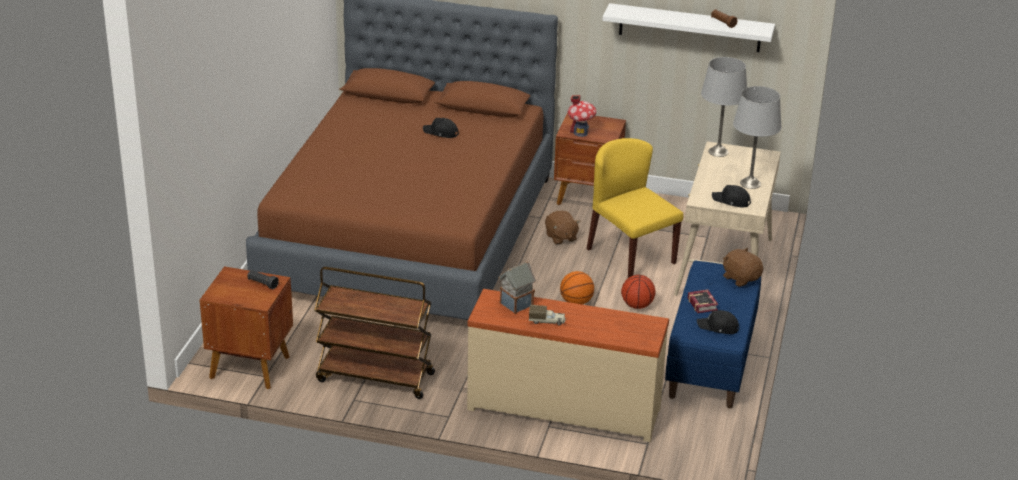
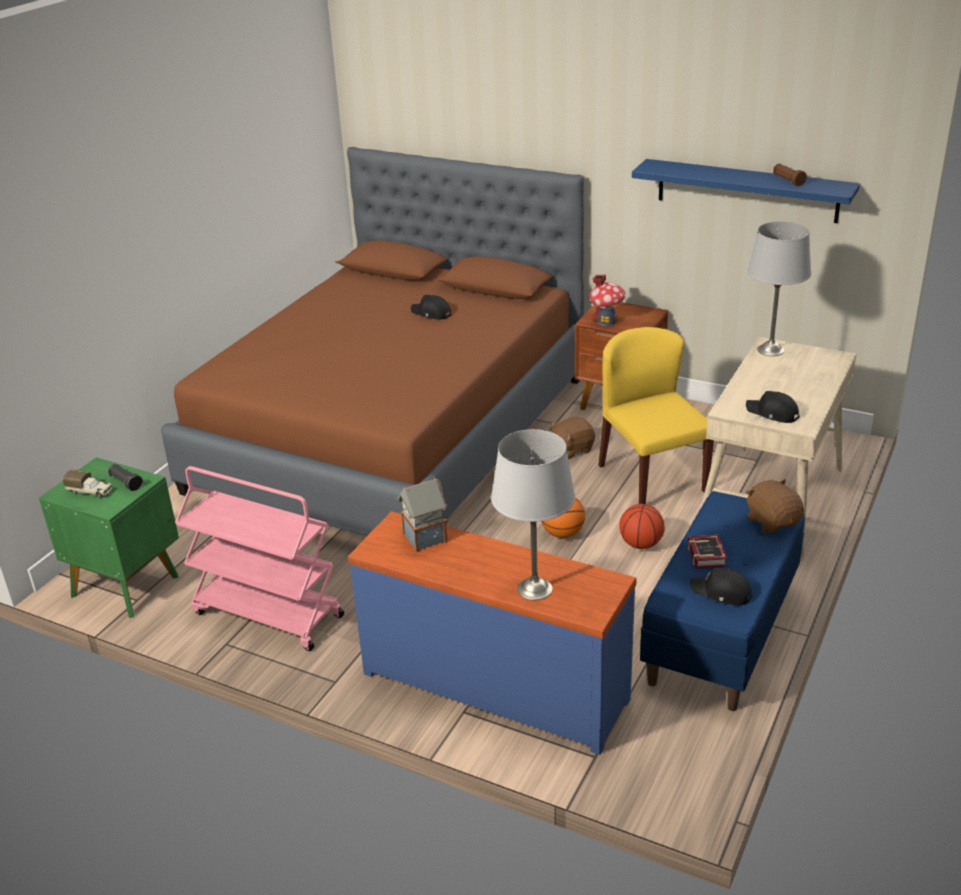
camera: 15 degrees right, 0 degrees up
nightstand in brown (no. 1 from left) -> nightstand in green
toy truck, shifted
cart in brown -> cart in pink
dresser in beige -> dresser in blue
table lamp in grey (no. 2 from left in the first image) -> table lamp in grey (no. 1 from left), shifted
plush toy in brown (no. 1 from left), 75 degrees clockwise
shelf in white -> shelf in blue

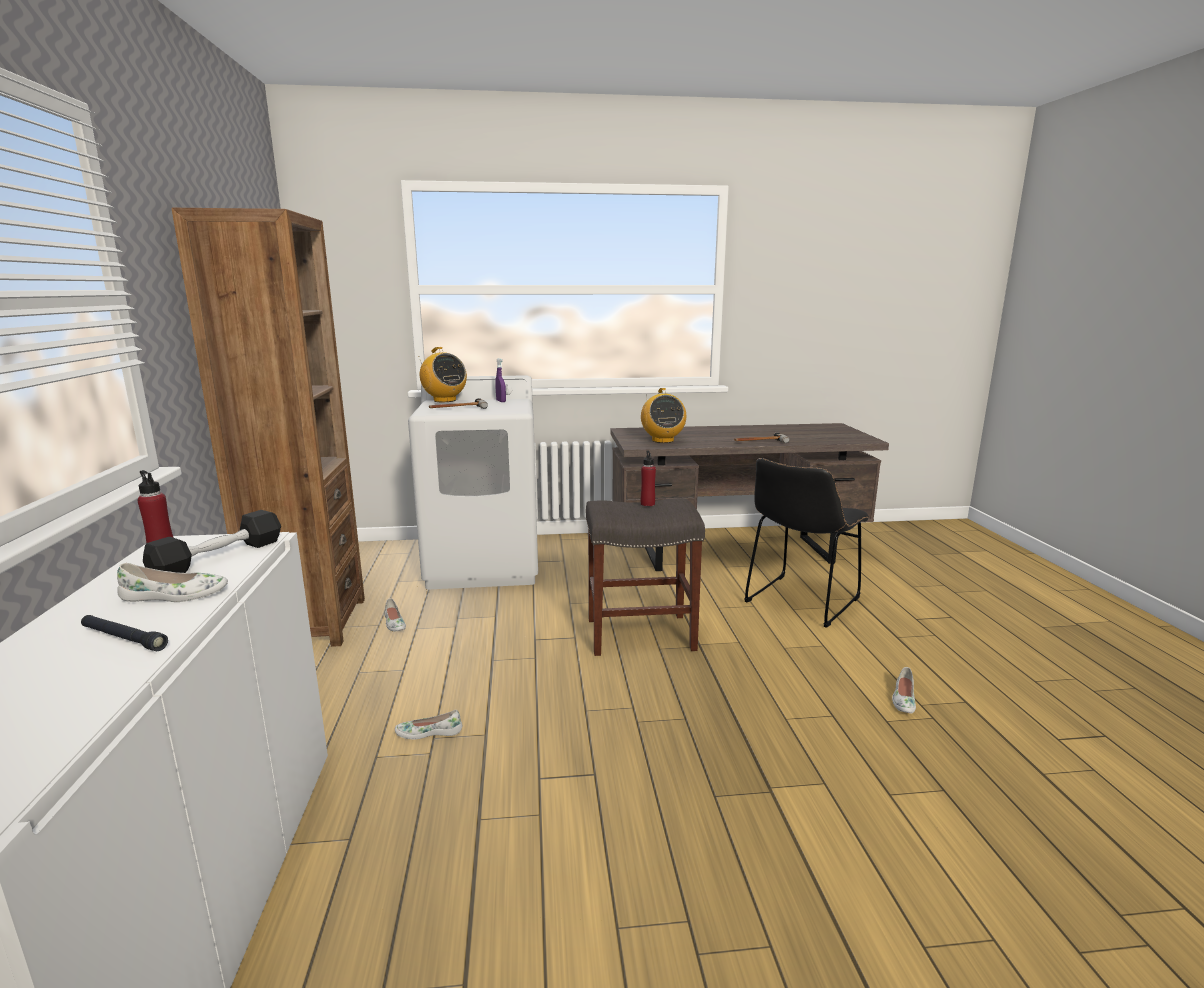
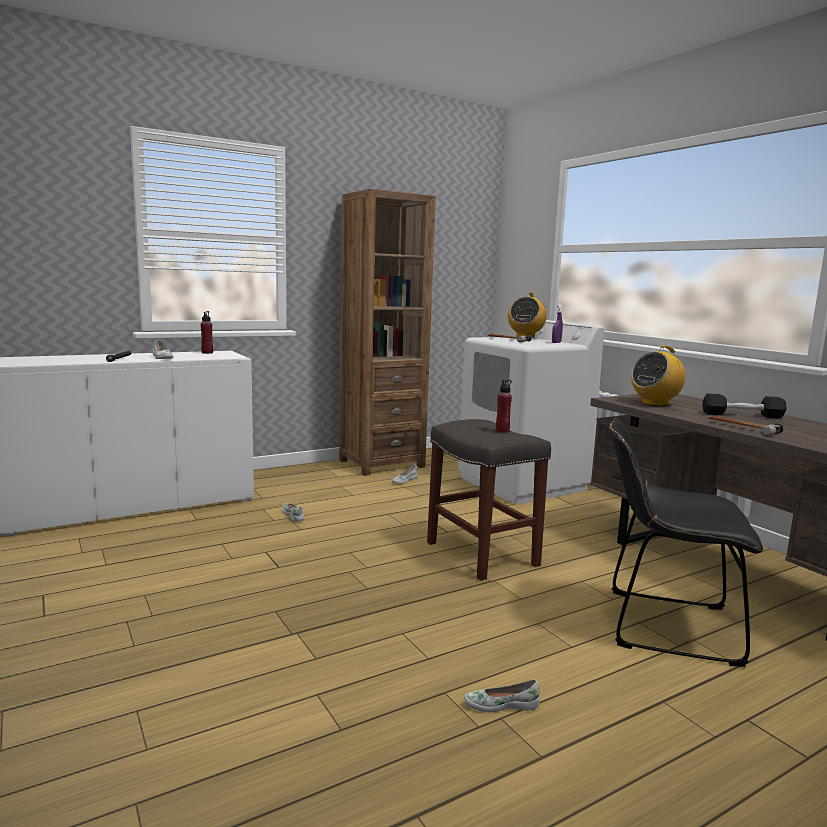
camera: 65 degrees right, 5 degrees down
dumbbell in black, shifted

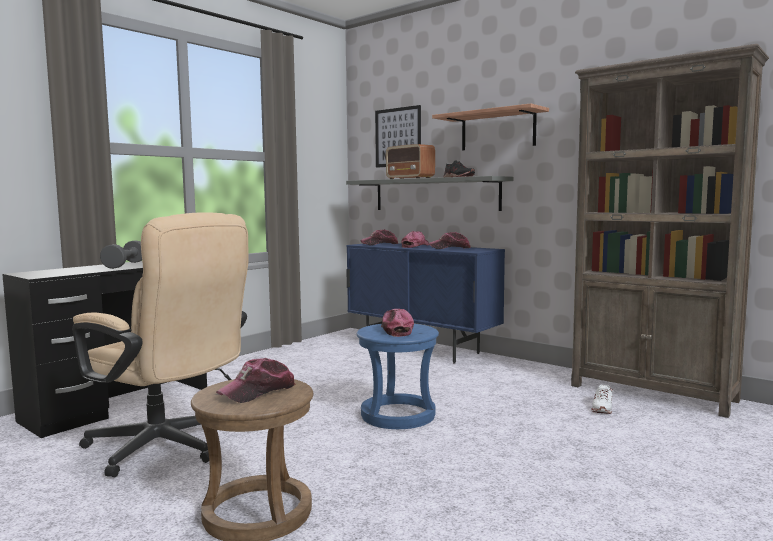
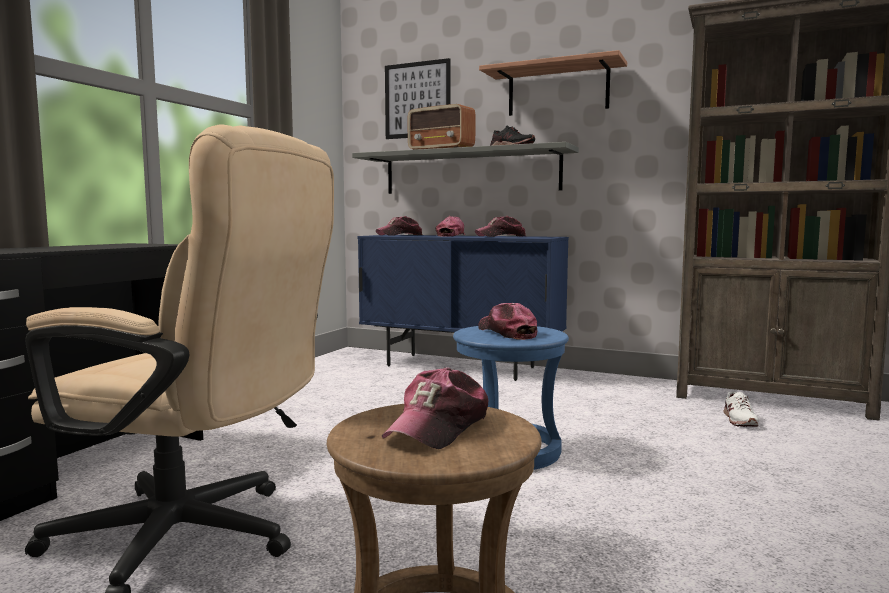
camera: 15 degrees left, 0 degrees up
dumbbell in grey -> none

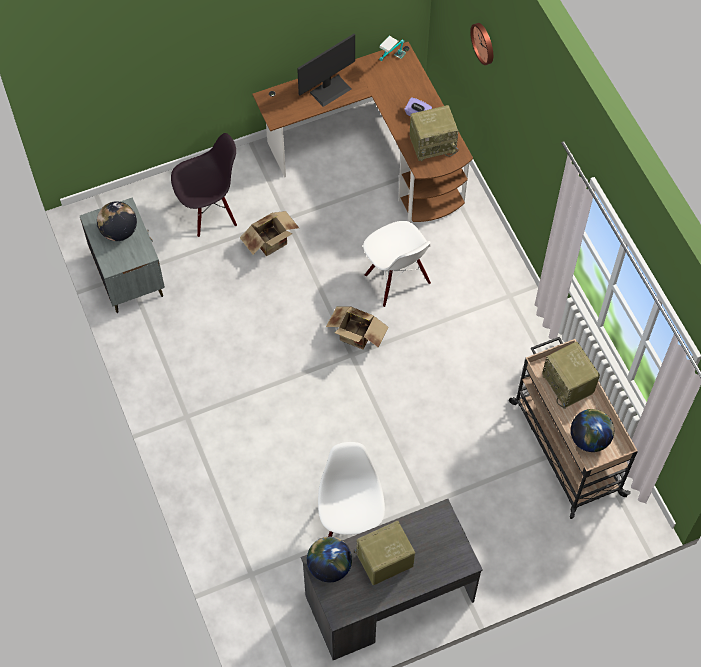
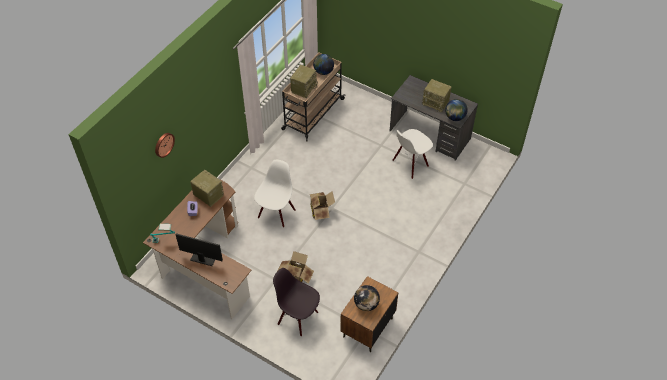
camera: 125 degrees left, 10 degrees down
nightstand in grey -> nightstand in brown

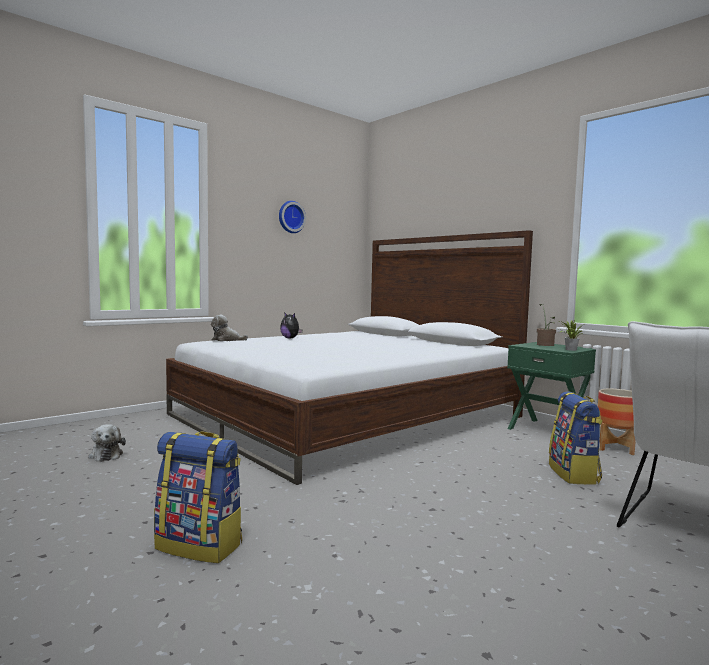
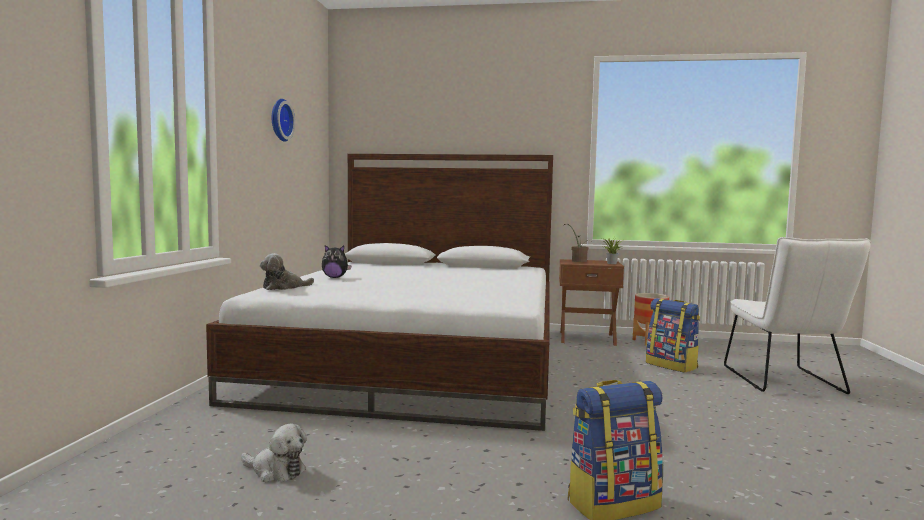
camera: 40 degrees left, 0 degrees up
nightstand in green -> nightstand in brown

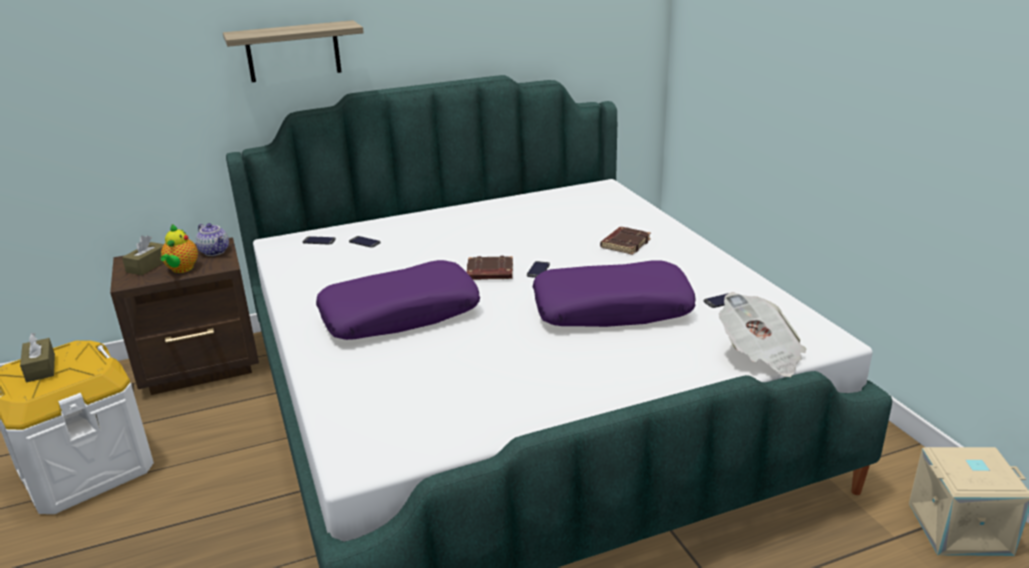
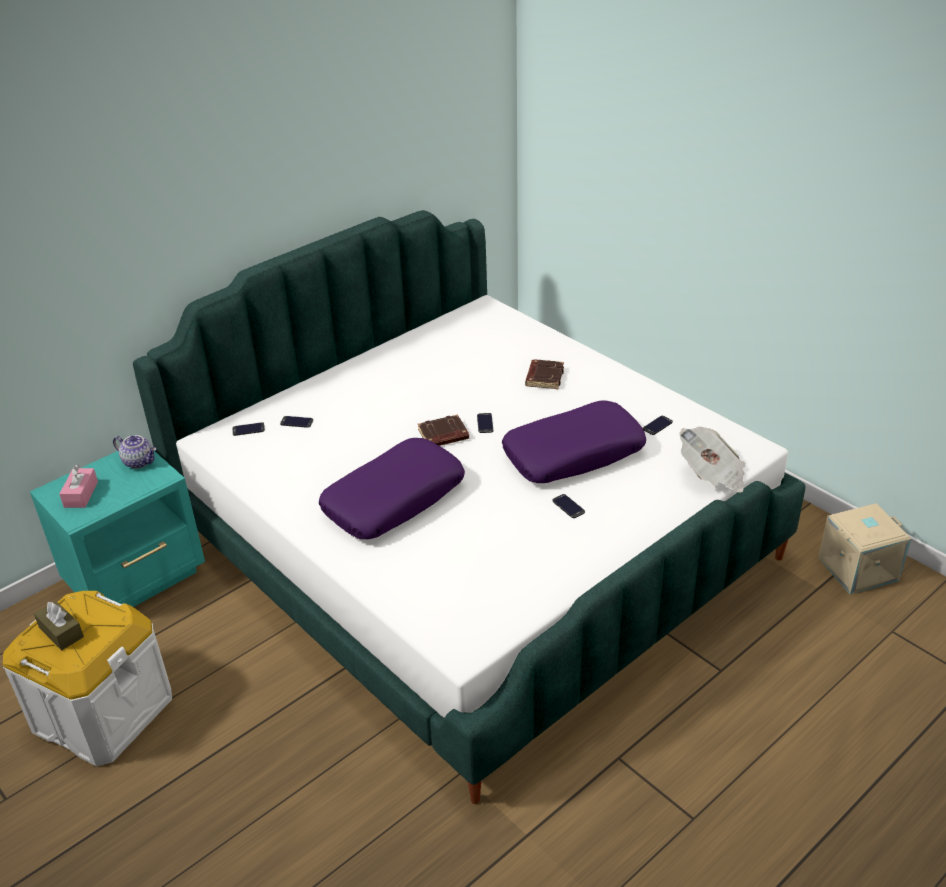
camera: 20 degrees left, 10 degrees up
nightstand in brown -> nightstand in turquoise
tissue box in brown (no. 2 from left) -> tissue box in pink
none -> phone (no. 4 from left)
teapot (no. 1 from left) -> none
shelf -> none

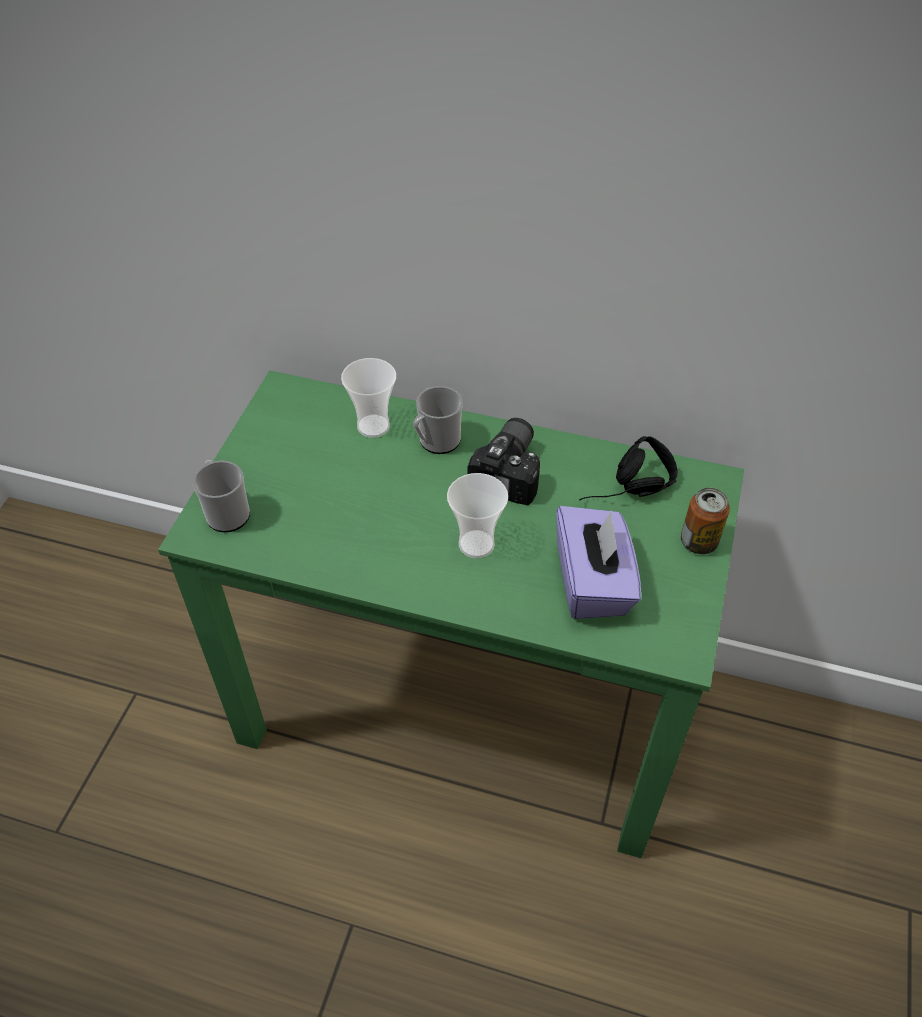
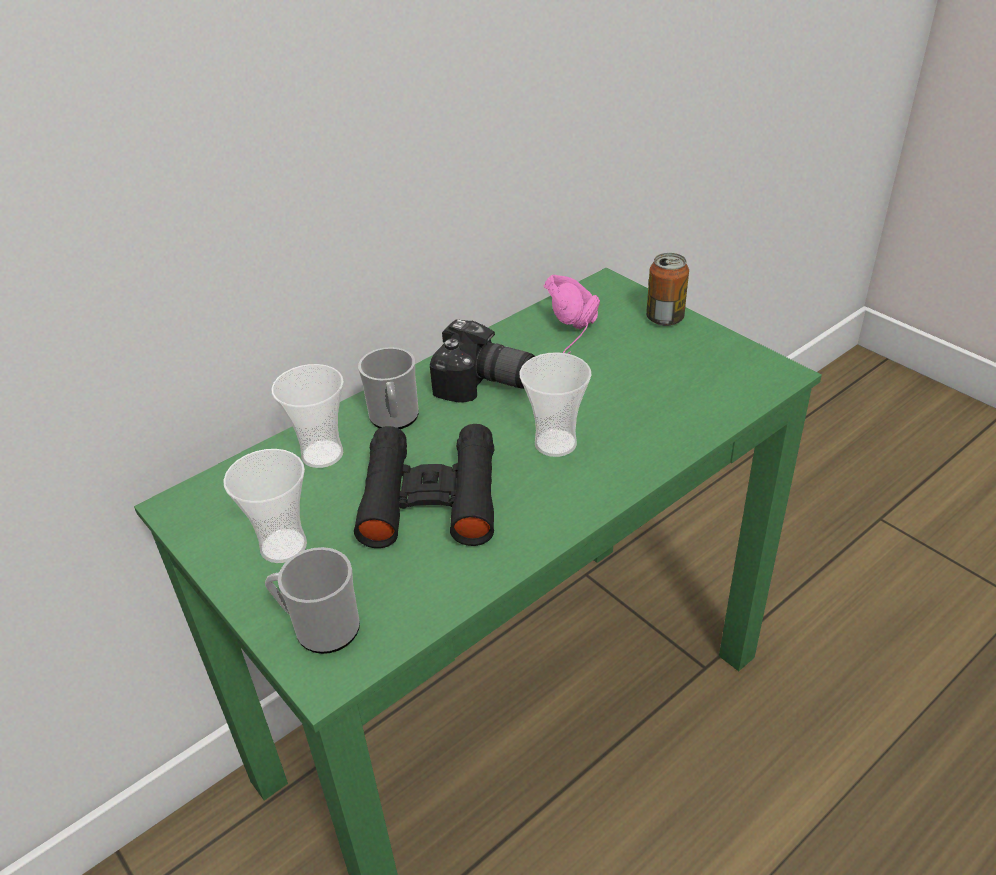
camera: 55 degrees left, 10 degrees down
none -> cup (no. 1 from left)
none -> binoculars in black
photo camera, 150 degrees clockwise
headphones in black -> headphones in pink
tissue box in purple -> none

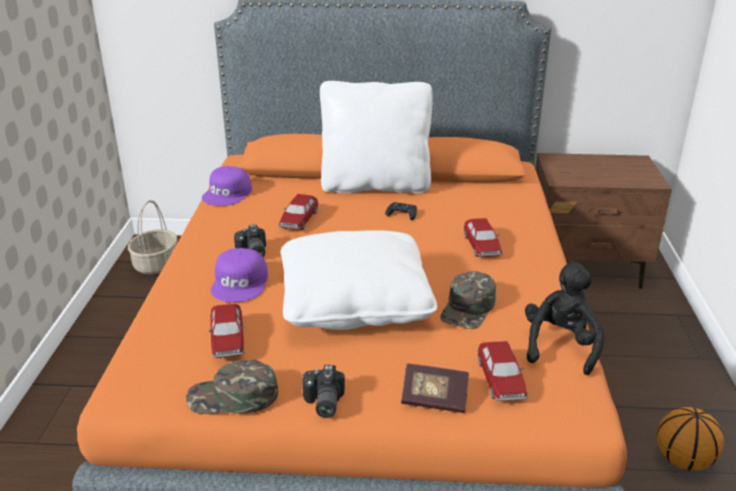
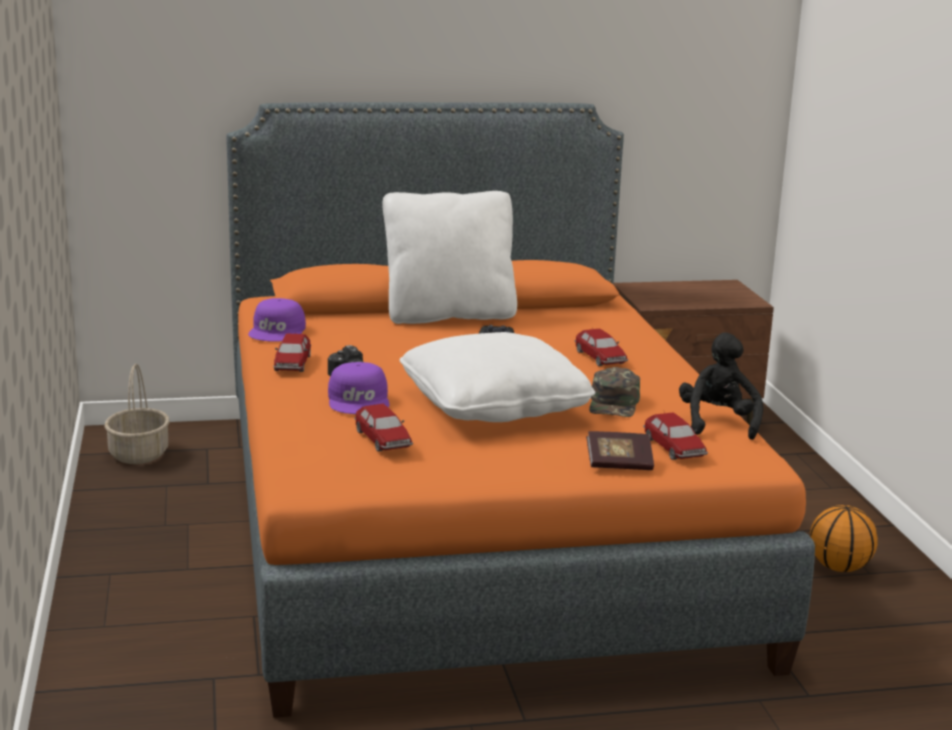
camera: 15 degrees left, 10 degrees down
toy car (no. 2 from left in the first image) -> toy car (no. 1 from left), shifted
cap in green (no. 1 from left) -> none
photo camera (no. 2 from left) -> none

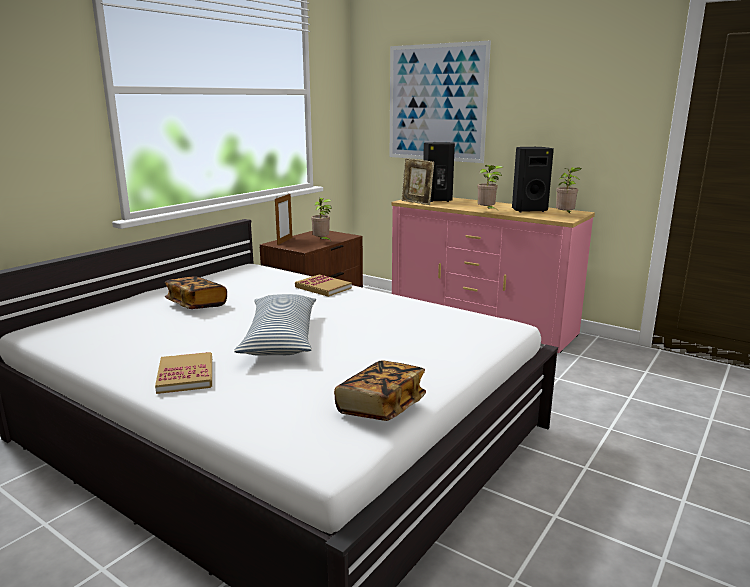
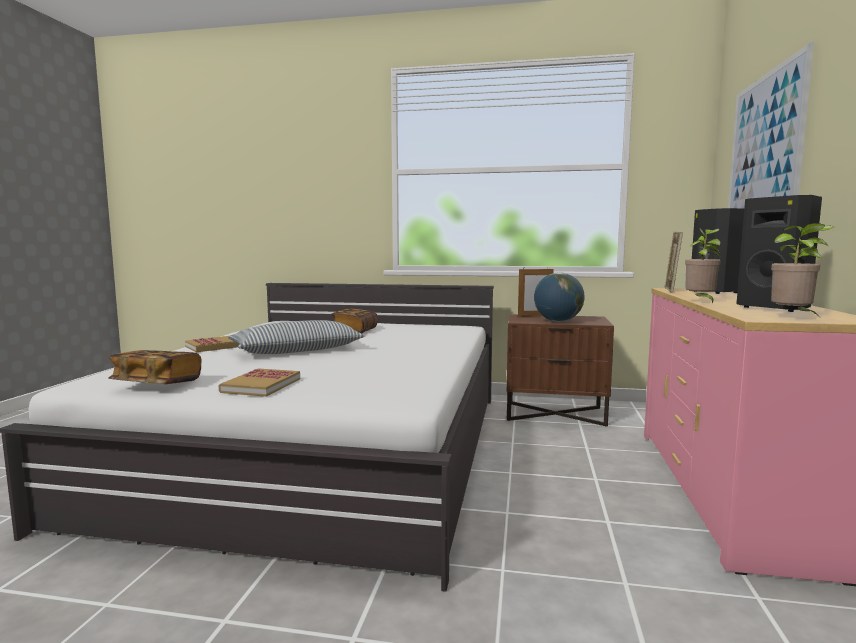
camera: 65 degrees right, 10 degrees down
book (no. 3 from left), shifted
potted plant (no. 1 from left) -> globe

